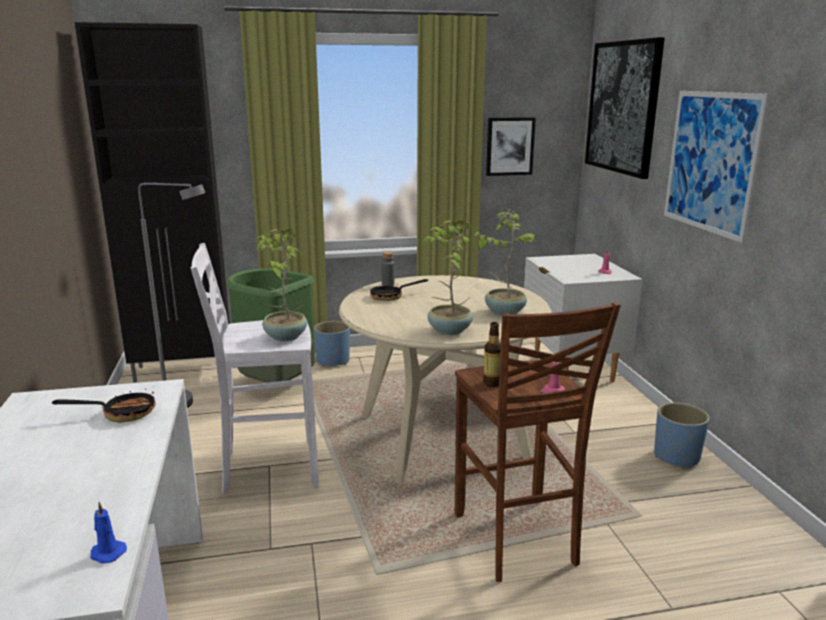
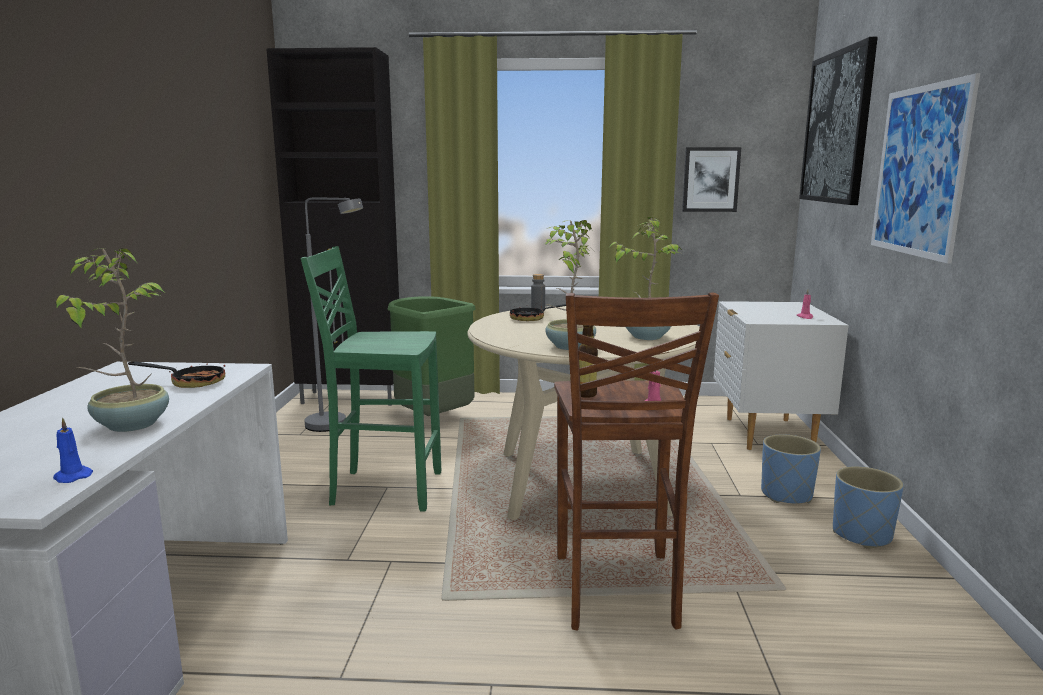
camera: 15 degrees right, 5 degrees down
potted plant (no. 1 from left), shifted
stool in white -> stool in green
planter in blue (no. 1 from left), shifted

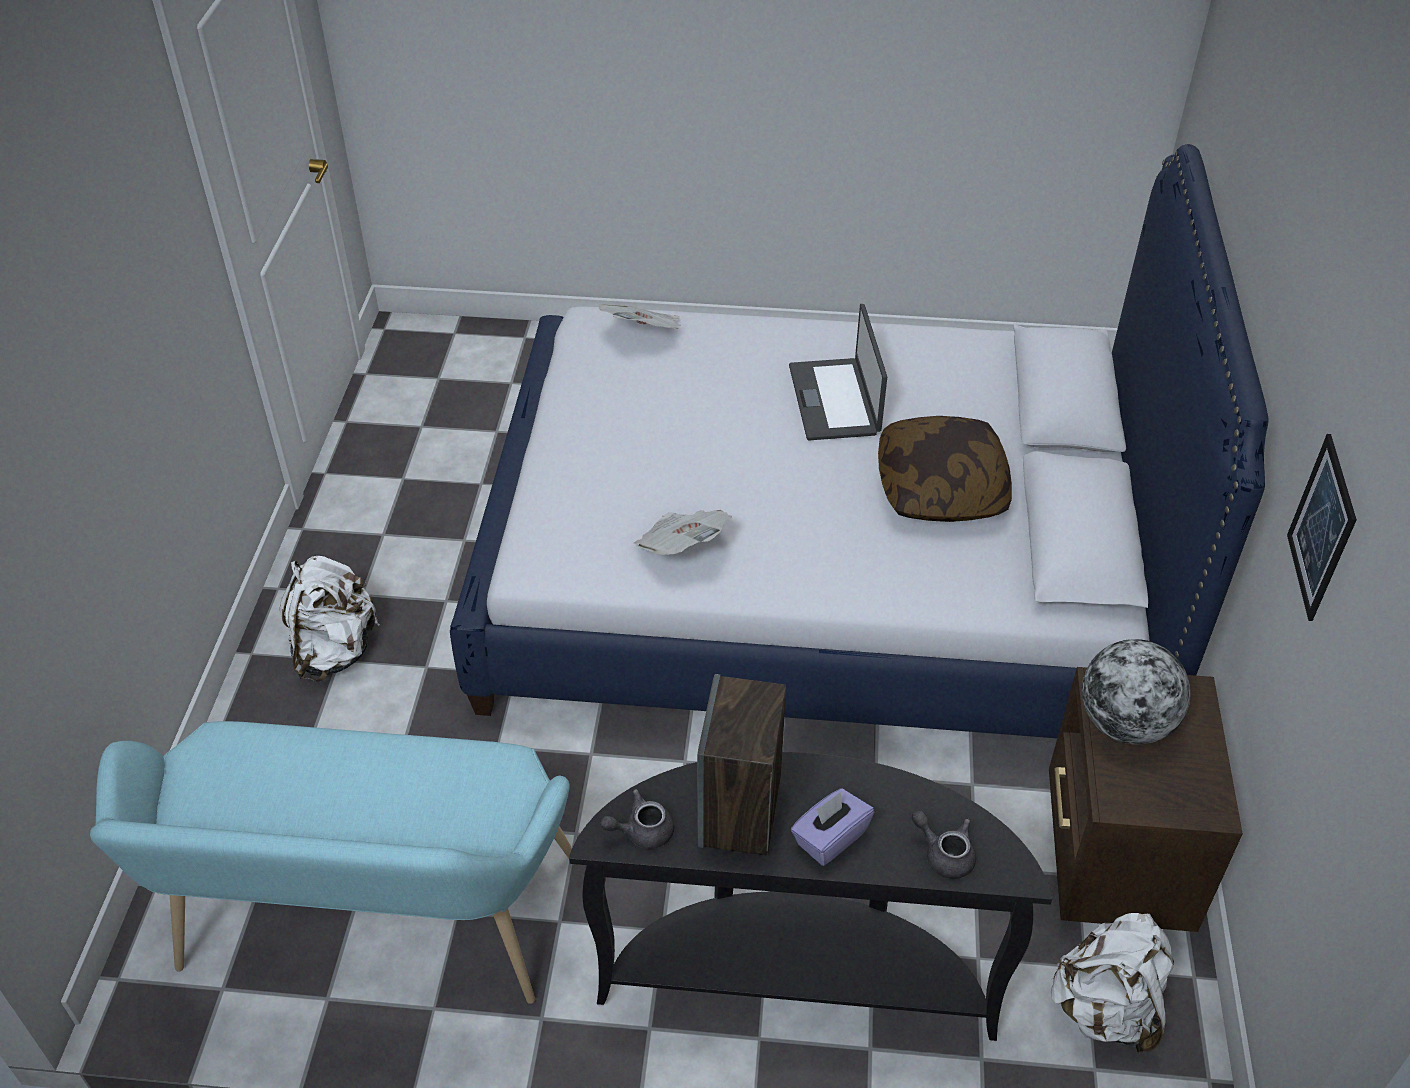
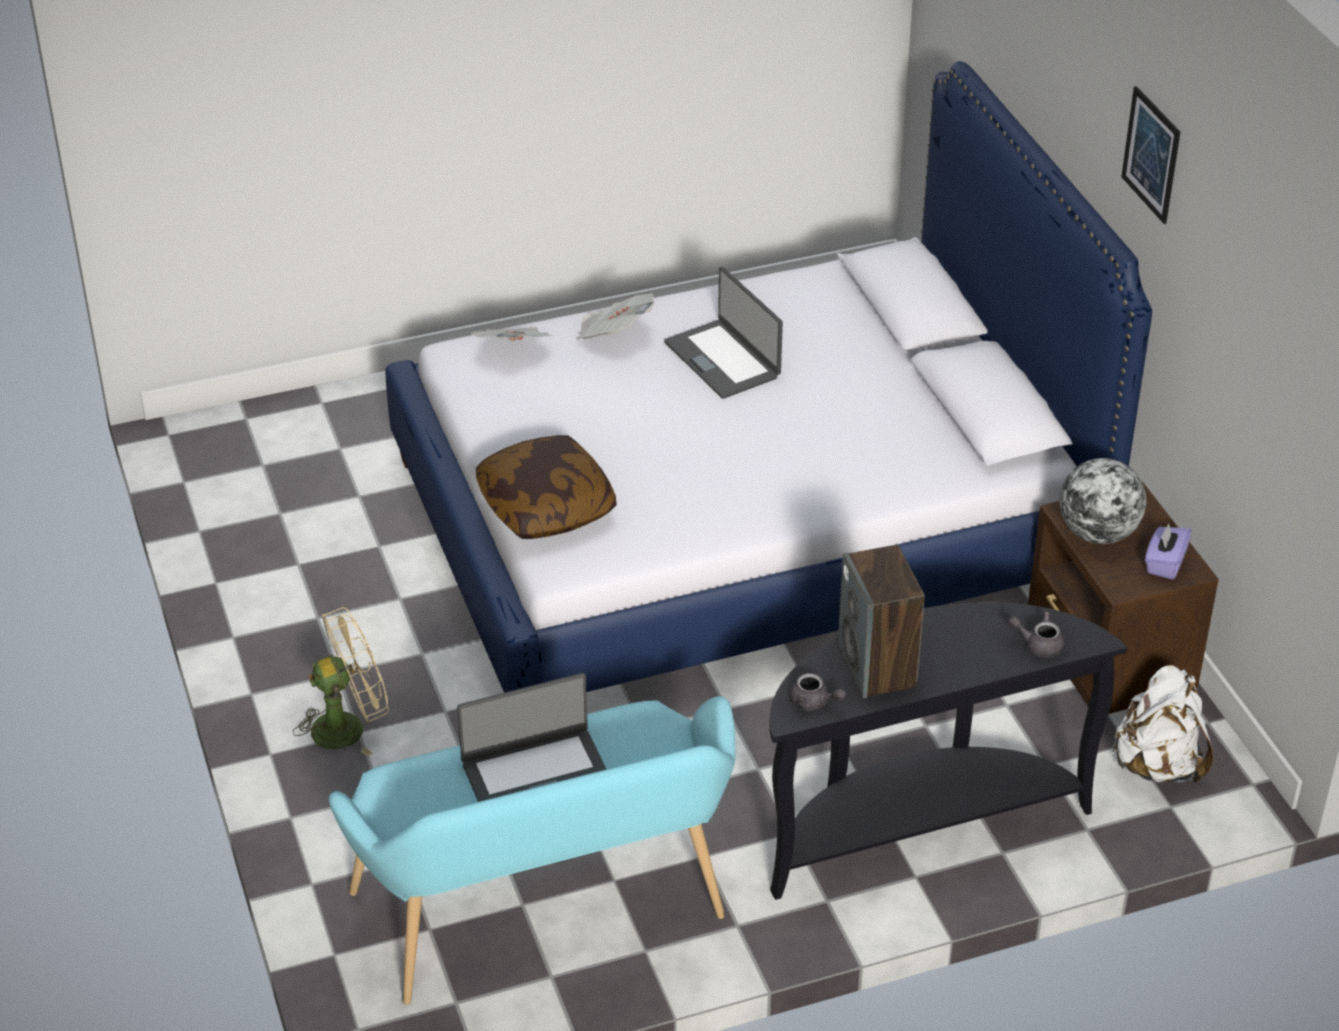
camera: 25 degrees left, 5 degrees down
backpack in white (no. 1 from left) -> fan in beige
none -> laptop (no. 1 from left)
pillow, shifted
newspaper (no. 2 from left), shifted
teapot in grey (no. 1 from left), 105 degrees counterclockwise
picture, shifted
tissue box in purple, shifted

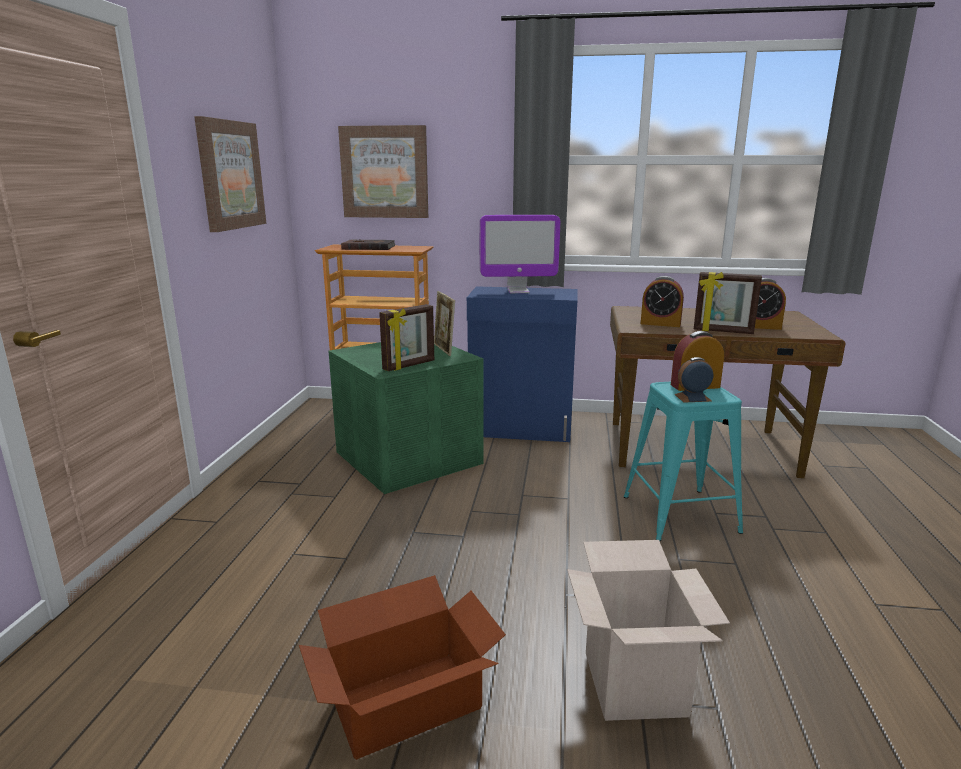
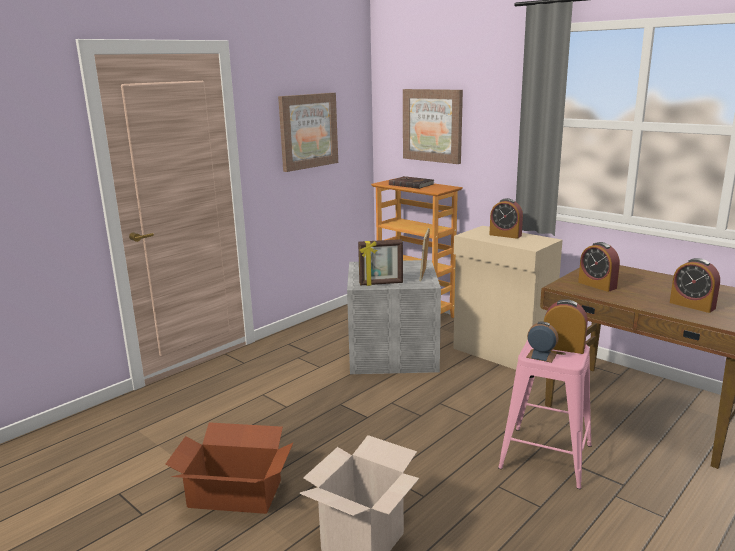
camera: 35 degrees right, 0 degrees up
storage box in green -> storage box in grey
cabinet in blue -> cabinet in beige
monitor -> alarm clock (no. 1 from left)
stool in turquoise -> stool in pink
picture frame (no. 3 from left) -> none

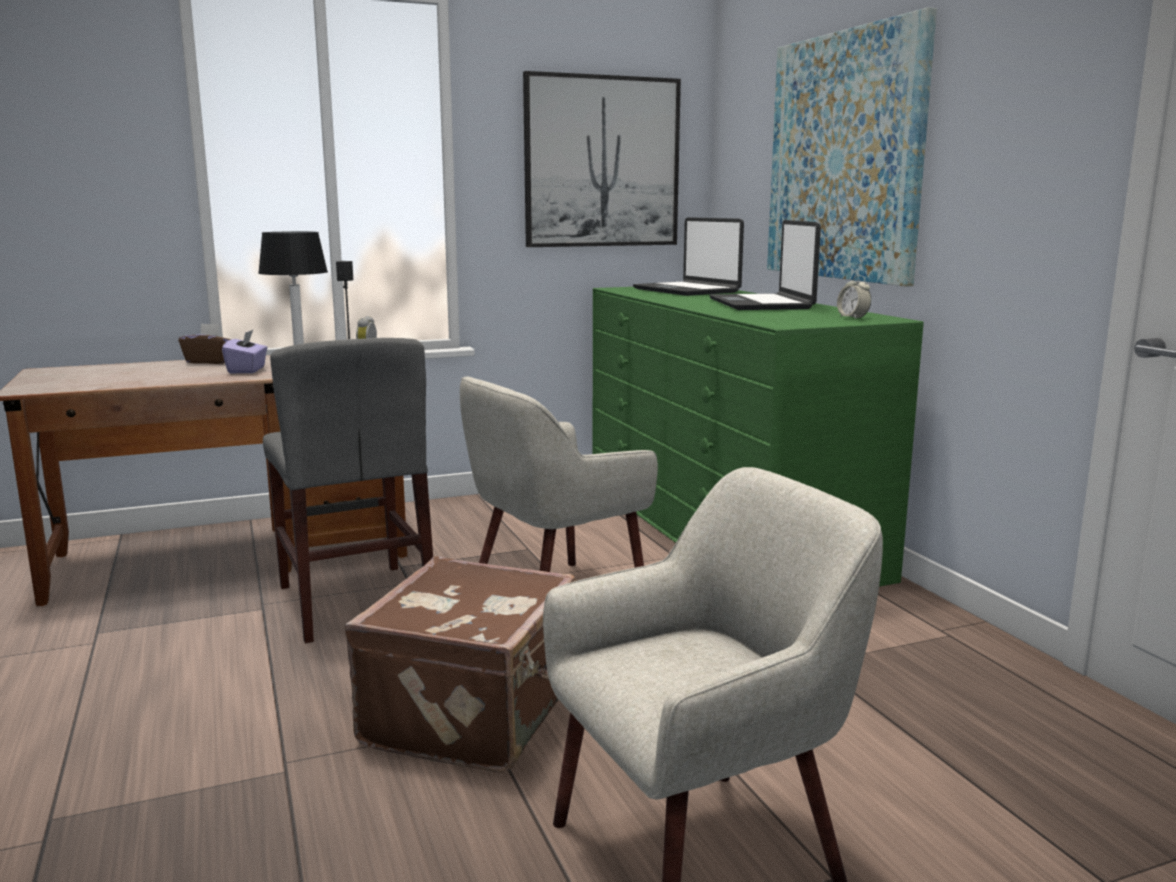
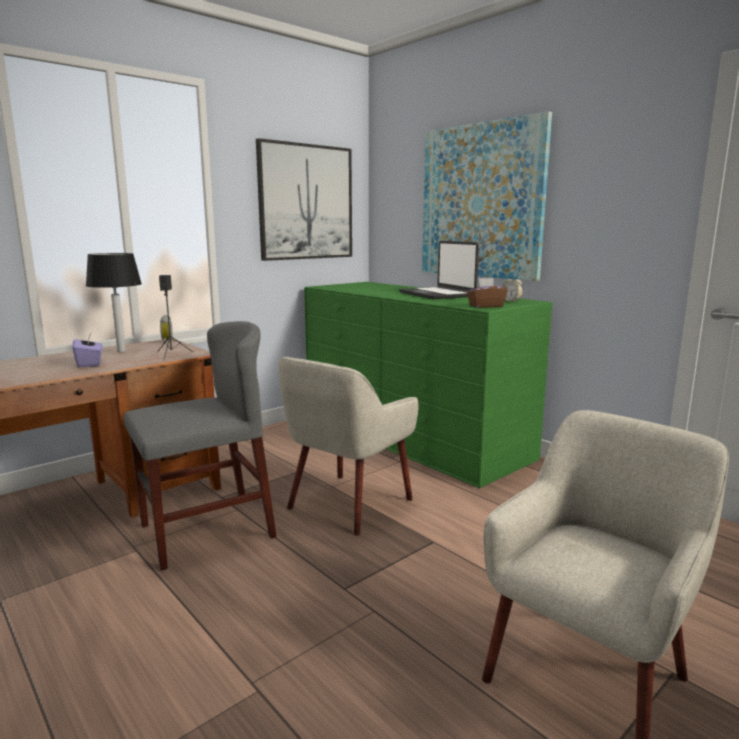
camera: 20 degrees left, 0 degrees up
chair in grey, 75 degrees counterclockwise
tissue box in brown, shifted
suitcase in brown -> none
laptop (no. 1 from left) -> none

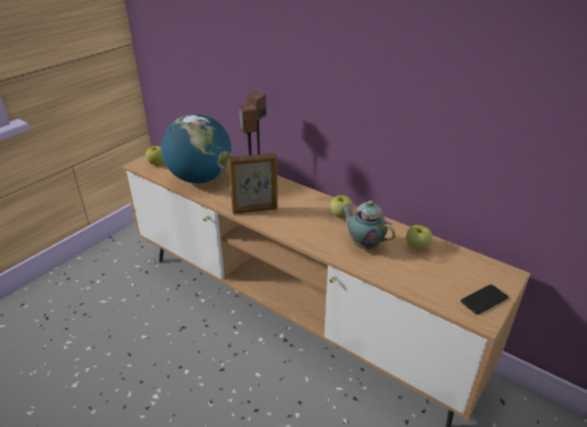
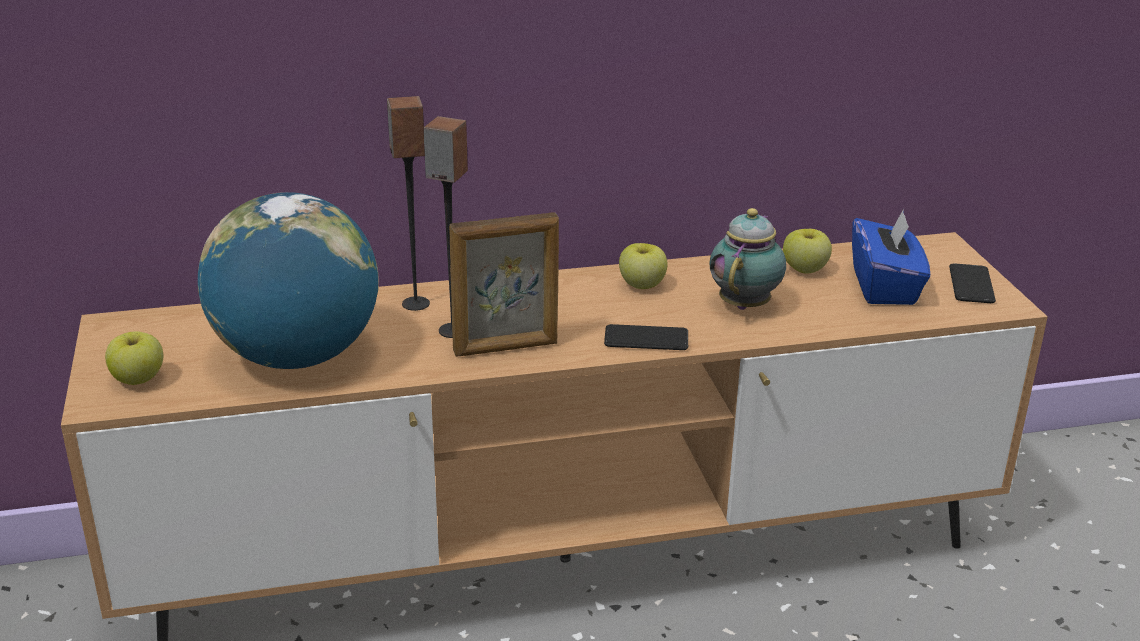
camera: 50 degrees left, 5 degrees down
picture frame, 45 degrees clockwise
none -> phone (no. 1 from left)
teapot, 120 degrees clockwise
none -> tissue box in blue

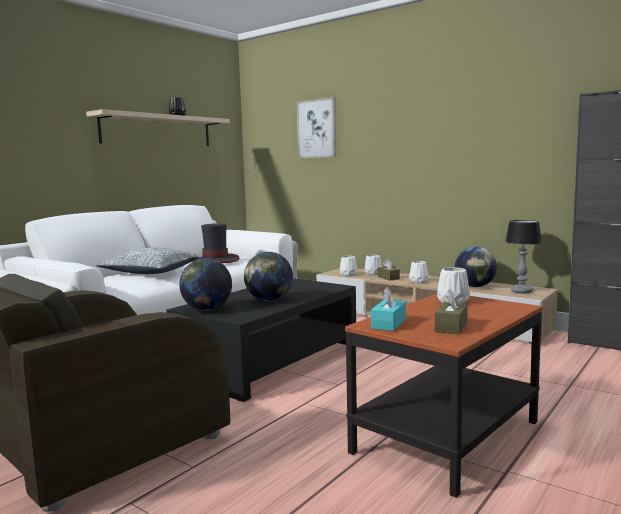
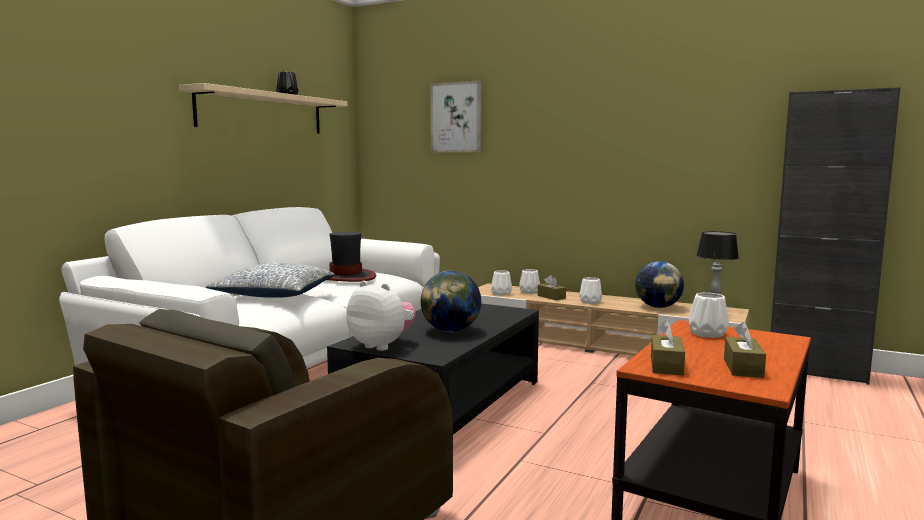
camera: 10 degrees left, 0 degrees up
globe (no. 1 from left) -> plush toy
tissue box in turquoise -> tissue box in brown (no. 2 from left)

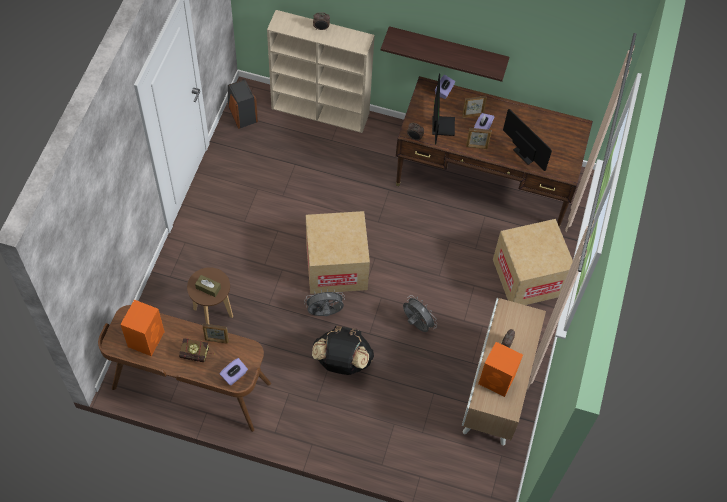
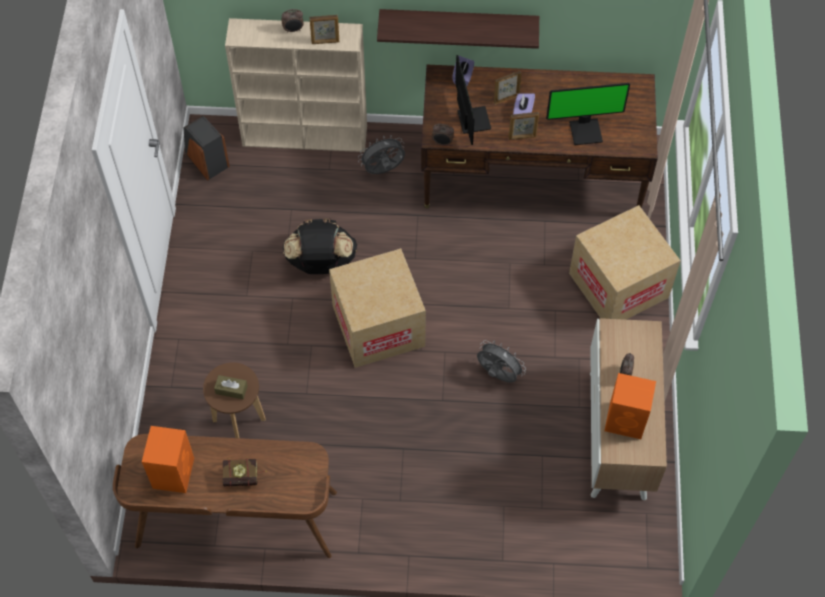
camera: 10 degrees left, 0 degrees up
backpack in black, shifted
picture frame (no. 1 from left), shifted
fan in grey (no. 1 from left), shifted
monitor (no. 2 from left), 135 degrees clockwise
tissue box in purple (no. 1 from left) -> none

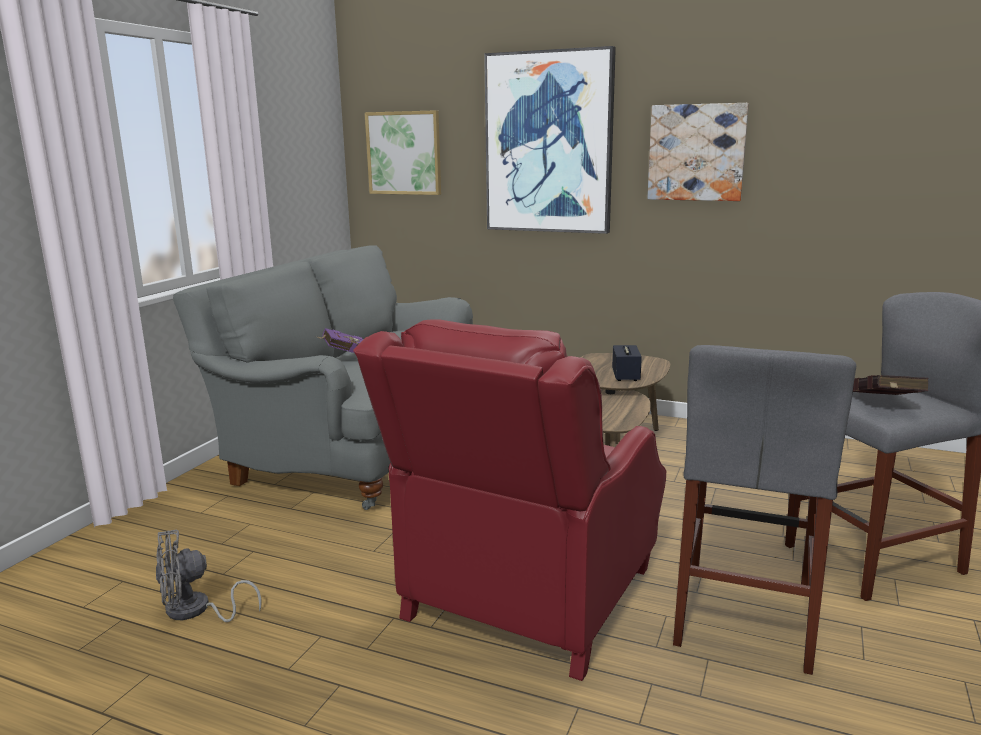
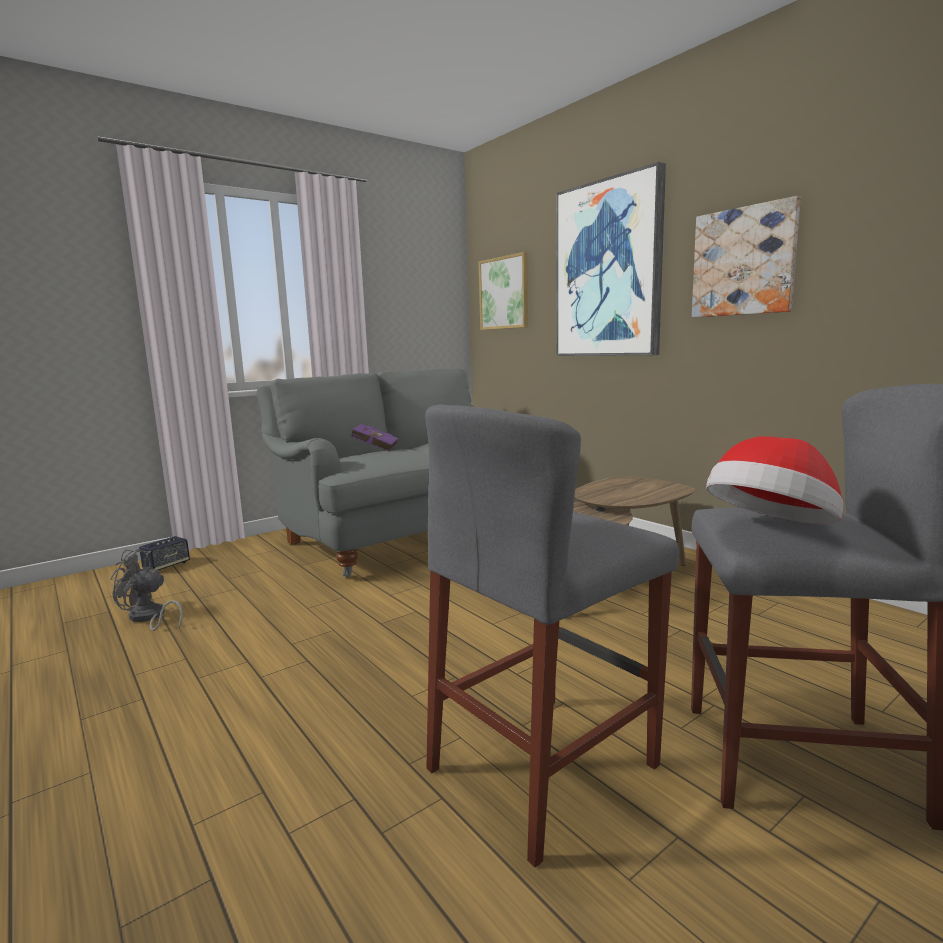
camera: 30 degrees right, 5 degrees down
speaker, shifted
book in red -> hat
armchair in red -> none

